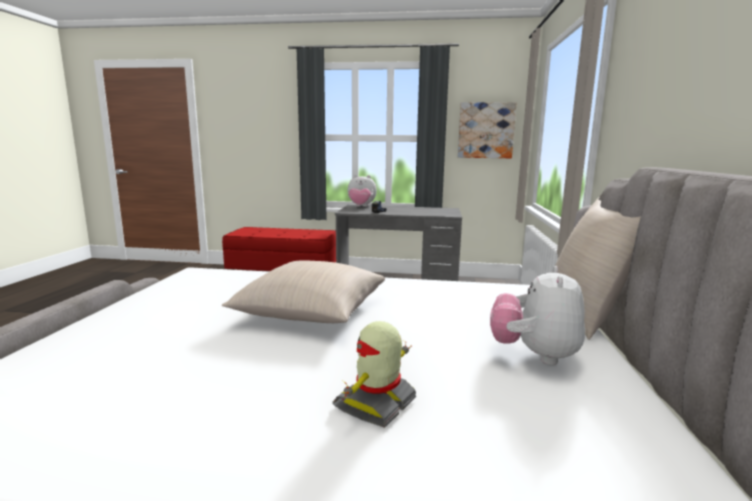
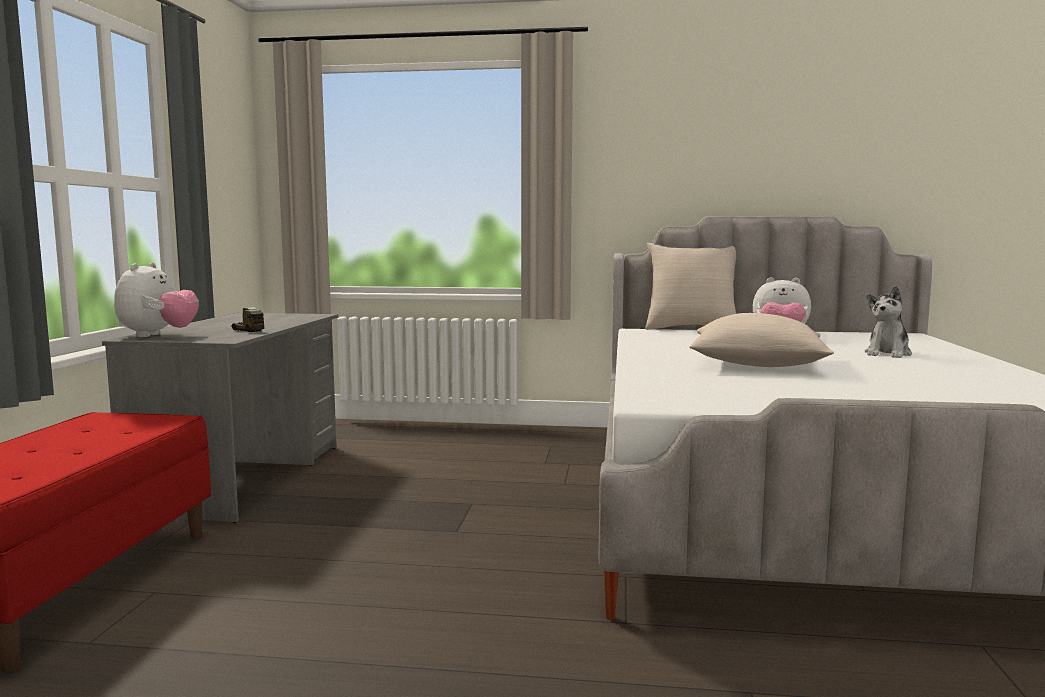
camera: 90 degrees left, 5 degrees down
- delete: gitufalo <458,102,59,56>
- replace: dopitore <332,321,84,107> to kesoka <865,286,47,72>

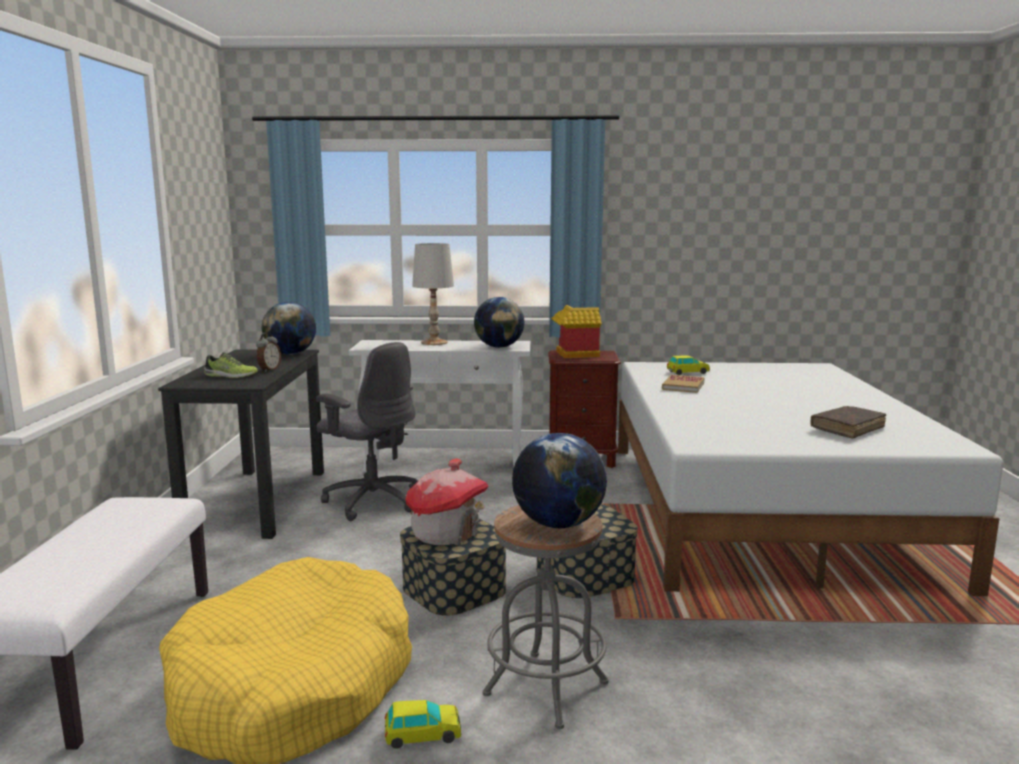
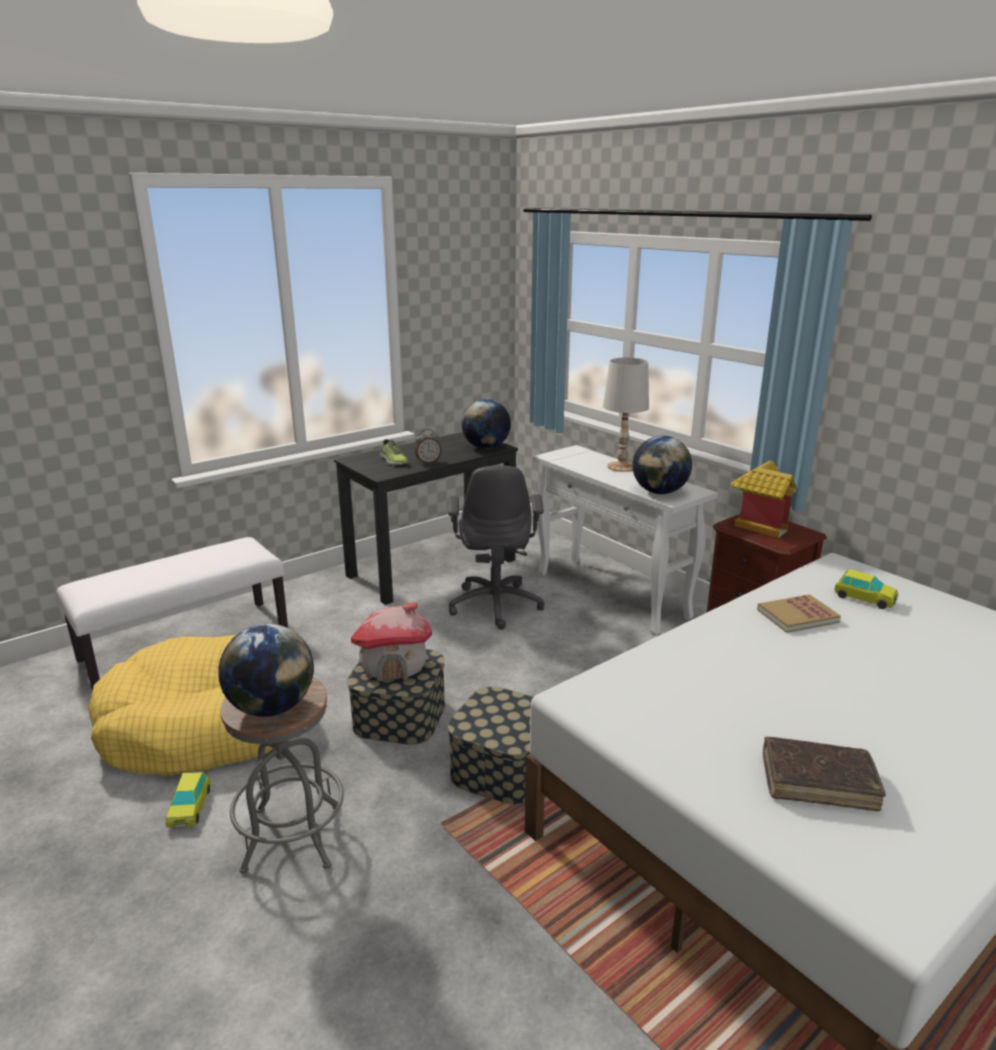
camera: 50 degrees right, 10 degrees up
- rotate: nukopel <385,700,76,49> = <165,772,45,55> 45 degrees clockwise

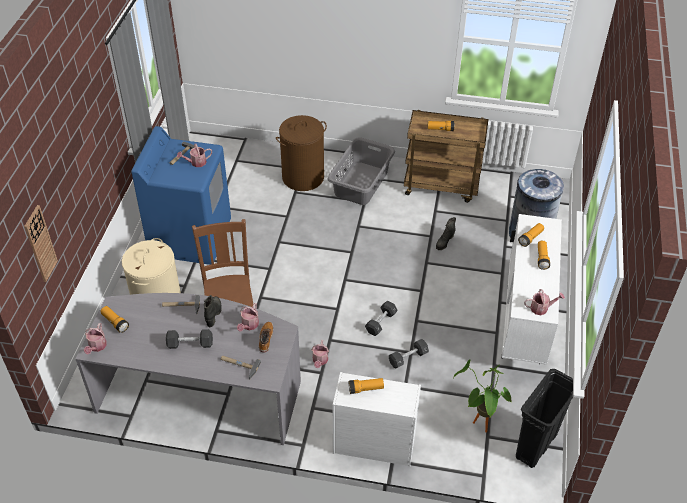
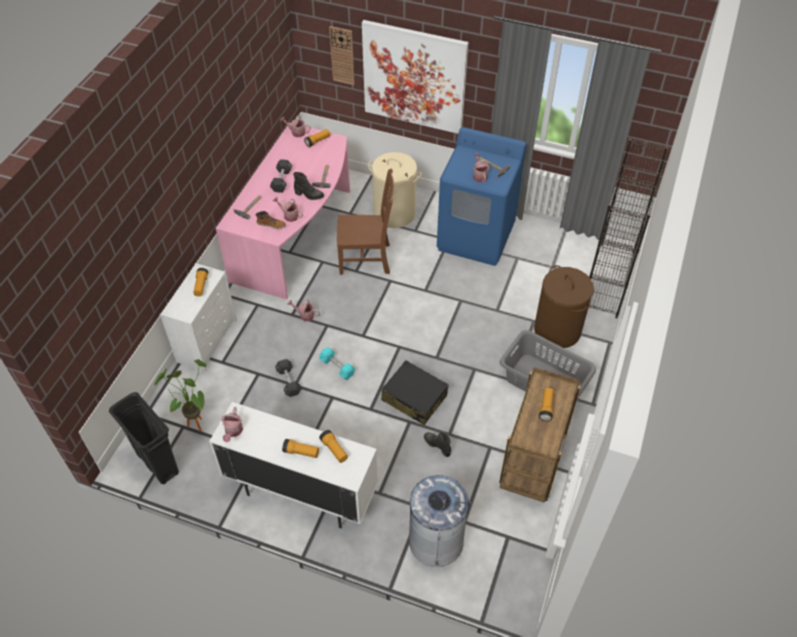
camera: 100 degrees right, 5 degrees up
- insert: gitufalo <362,20,107,114>
- insert: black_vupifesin <381,360,68,65>
- insert: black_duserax <589,139,79,179>
- recolor: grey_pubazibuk <76,293,225,152> to pink_pubazibuk <215,122,135,177>
- recolor: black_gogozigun <365,301,33,35> to turquoise_gogozigun <319,347,36,33>

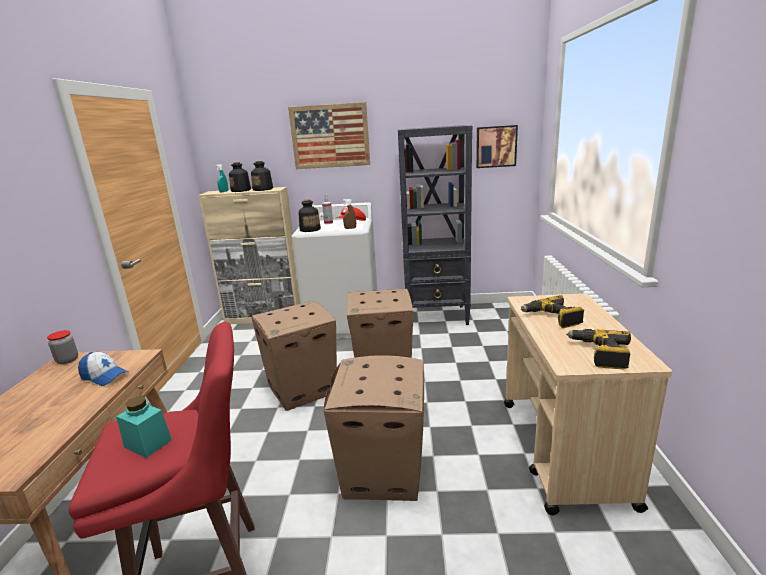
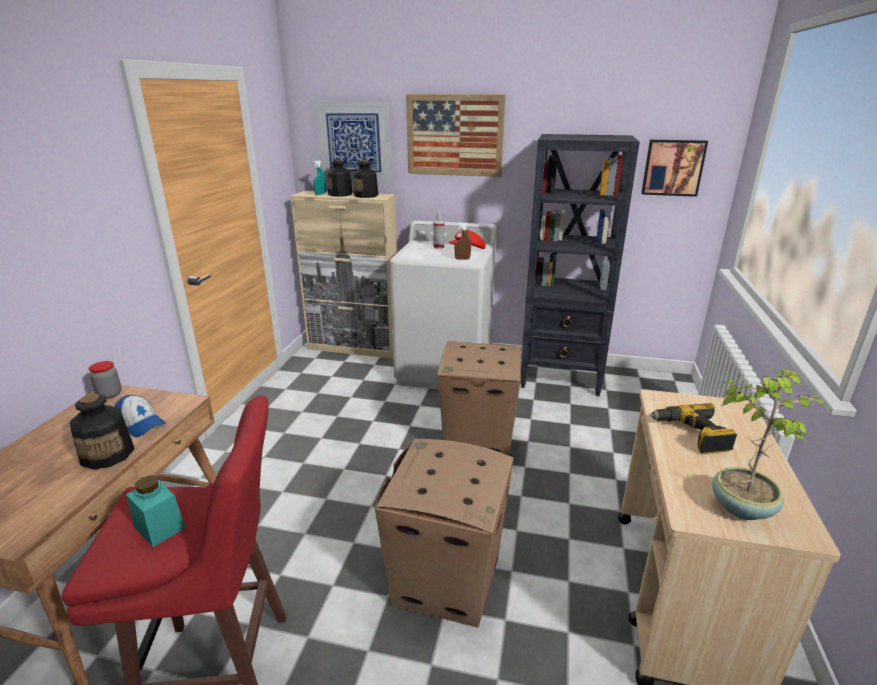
camera: 10 degrees right, 5 degrees up
- delete: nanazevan <251,301,86,110>
- insert: gitufalo <314,101,78,82>
- move: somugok <298,199,23,33> to <70,393,65,76>
- replace: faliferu <566,329,65,40> to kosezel <712,369,113,151>

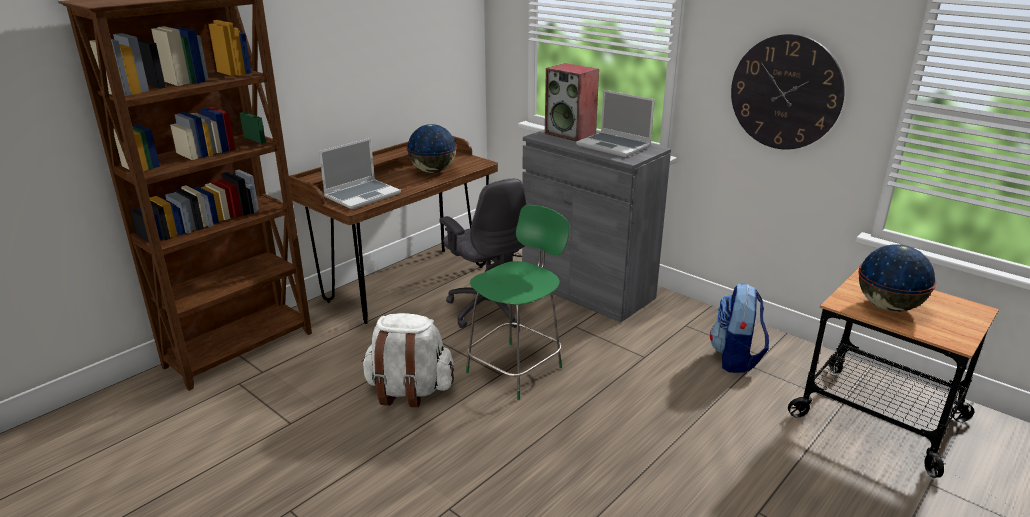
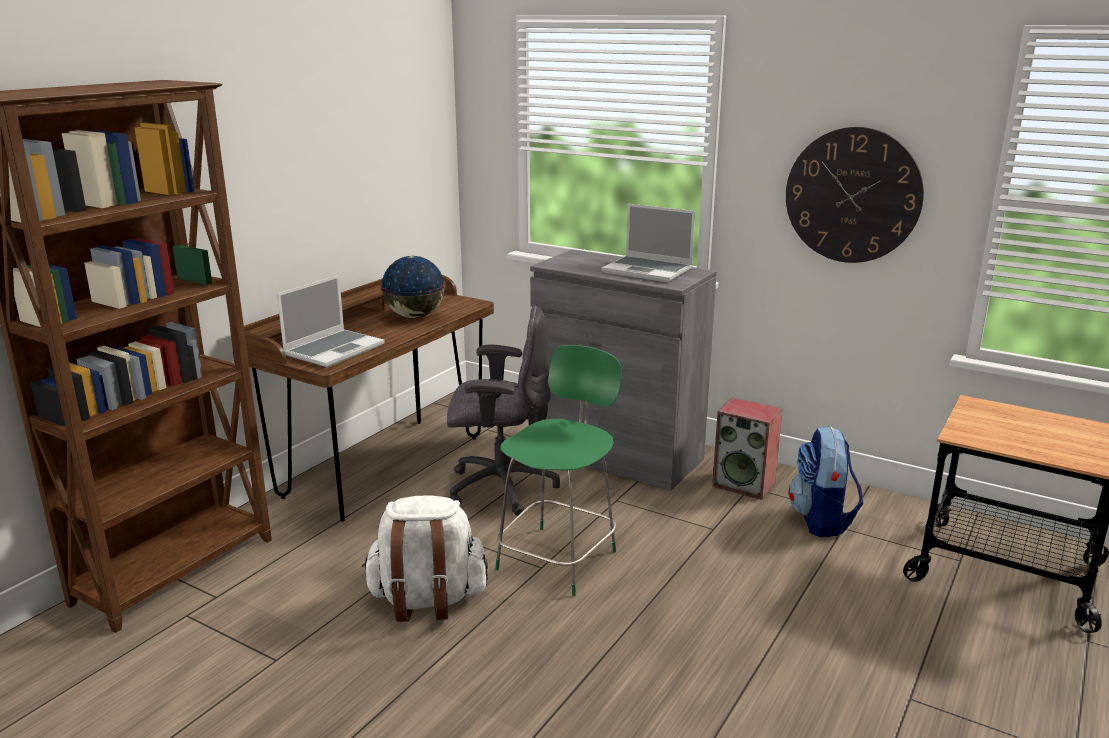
camera: 10 degrees left, 5 degrees down
- delete: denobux <858,244,79,68>
- move: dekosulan <545,63,54,78> to <712,398,71,102>
- rotate: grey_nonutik <439,178,92,150> = <447,305,113,211> 45 degrees counterclockwise

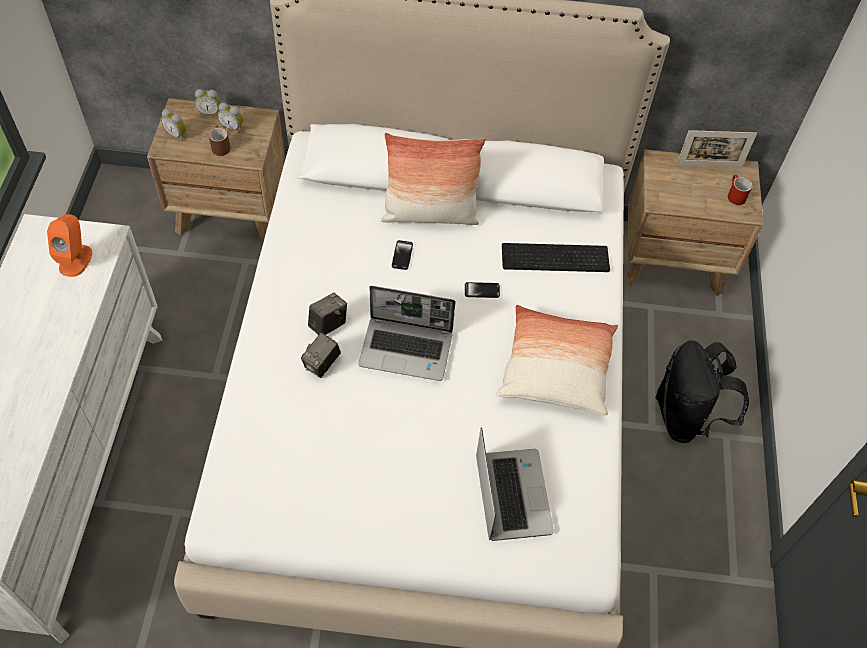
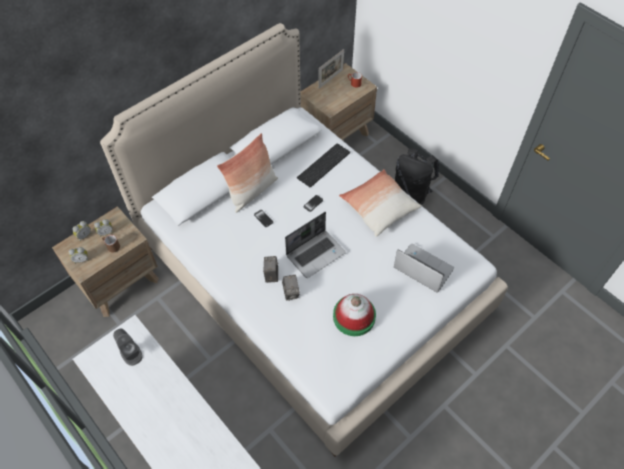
camera: 45 degrees left, 0 degrees up
- insert: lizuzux <333,294,43,42>
- recolor: orange_dekosulan <47,214,45,63> to grey_dekosulan <113,328,30,38>

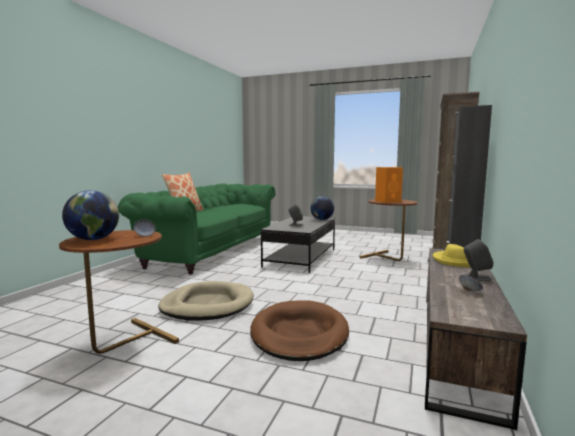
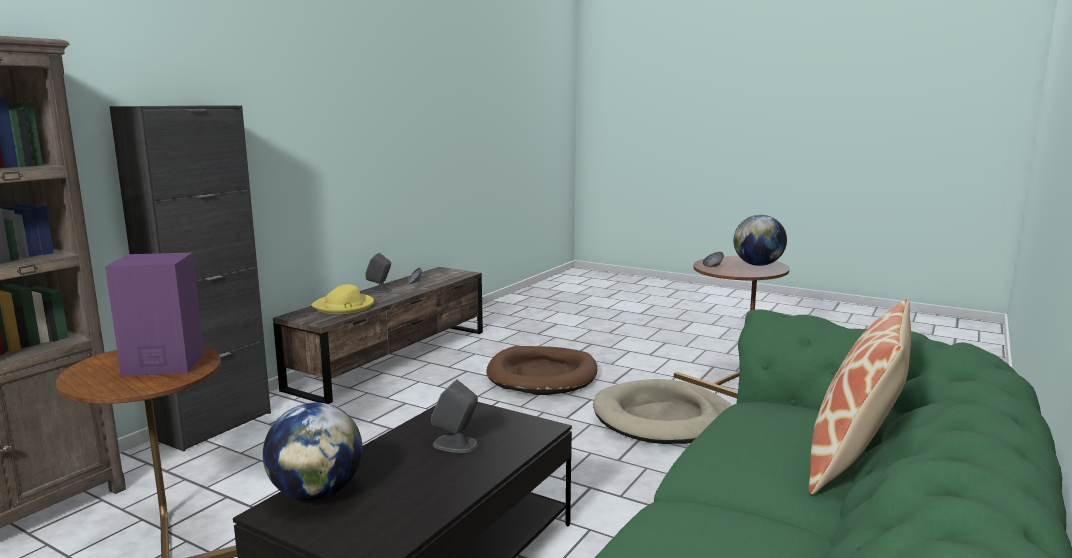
camera: 170 degrees left, 5 degrees up
- recolor: orange_dekosulan <375,167,28,36> to purple_dekosulan <105,253,99,123>

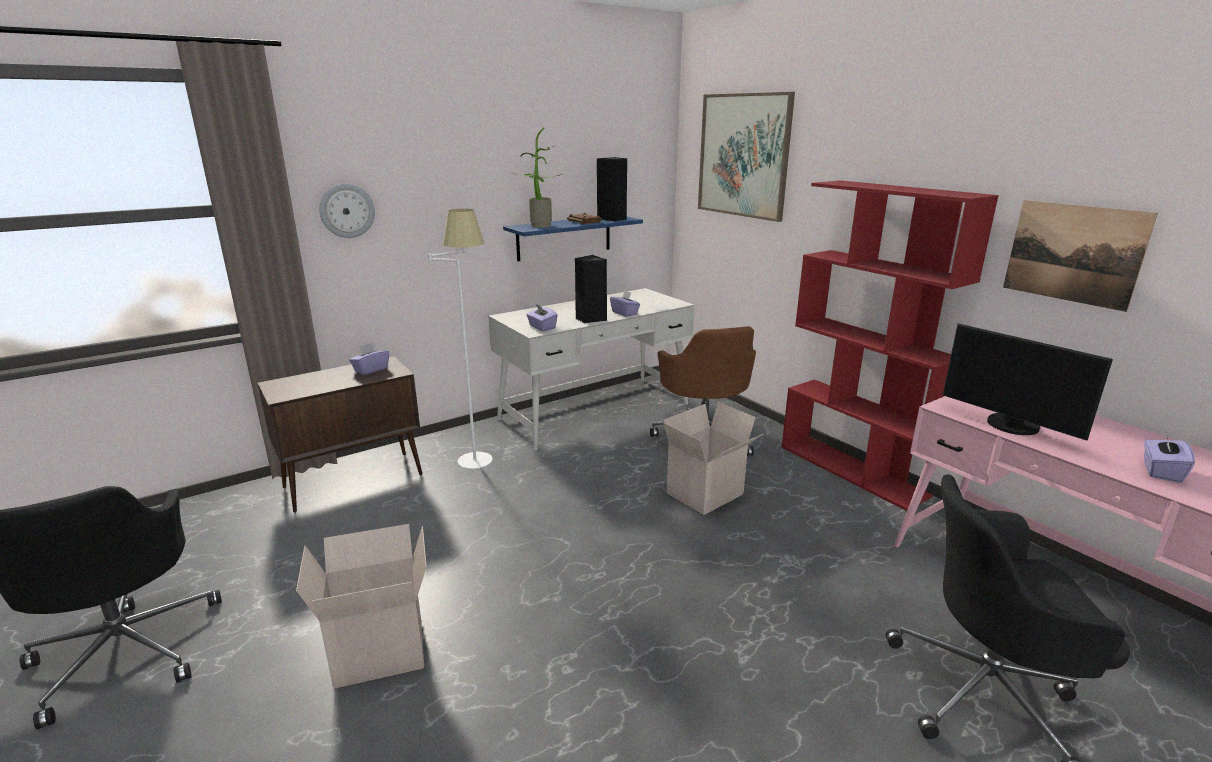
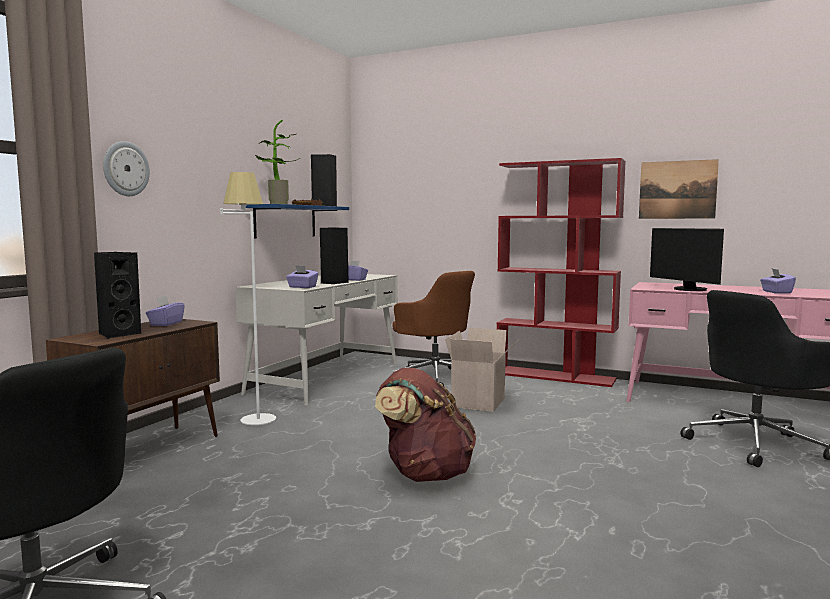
camera: 30 degrees left, 15 degrees down
- delete: nanazevan <296,524,131,165>
- delete: gitufalo <698,92,97,130>
- insert: black_dekosulan <94,252,48,86>
- insert: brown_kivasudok <375,368,101,114>
- rotate: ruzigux <943,323,170,118> = <650,228,74,63> 45 degrees clockwise

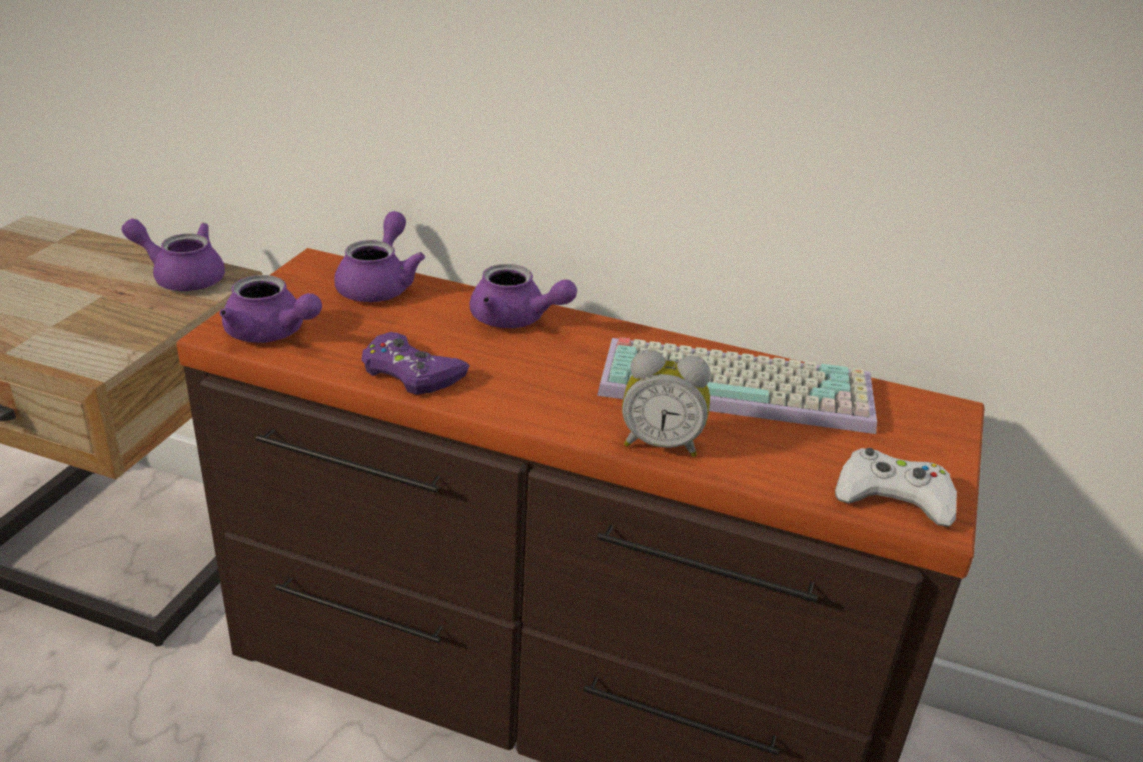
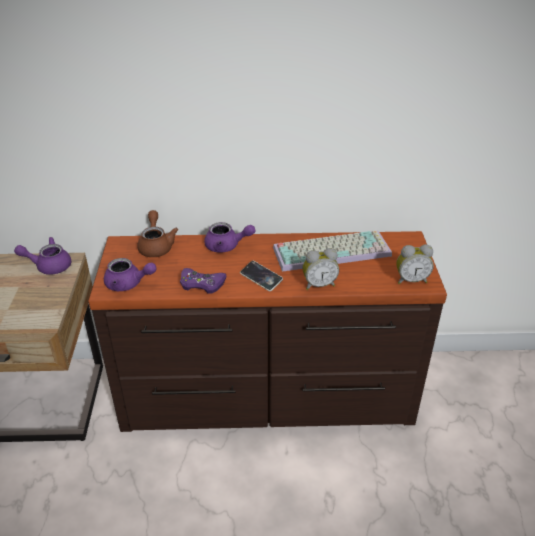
camera: 20 degrees left, 5 degrees up
- insert: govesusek <240,261,43,30>
- replace: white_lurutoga <835,448,122,79> to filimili <396,244,38,40>
- recolor: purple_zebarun <334,211,91,91> to brown_zebarun <137,210,41,47>

